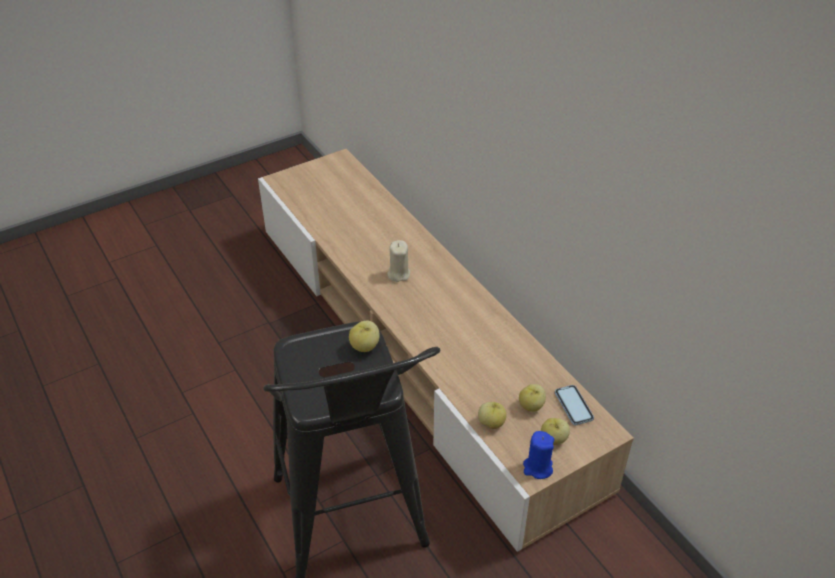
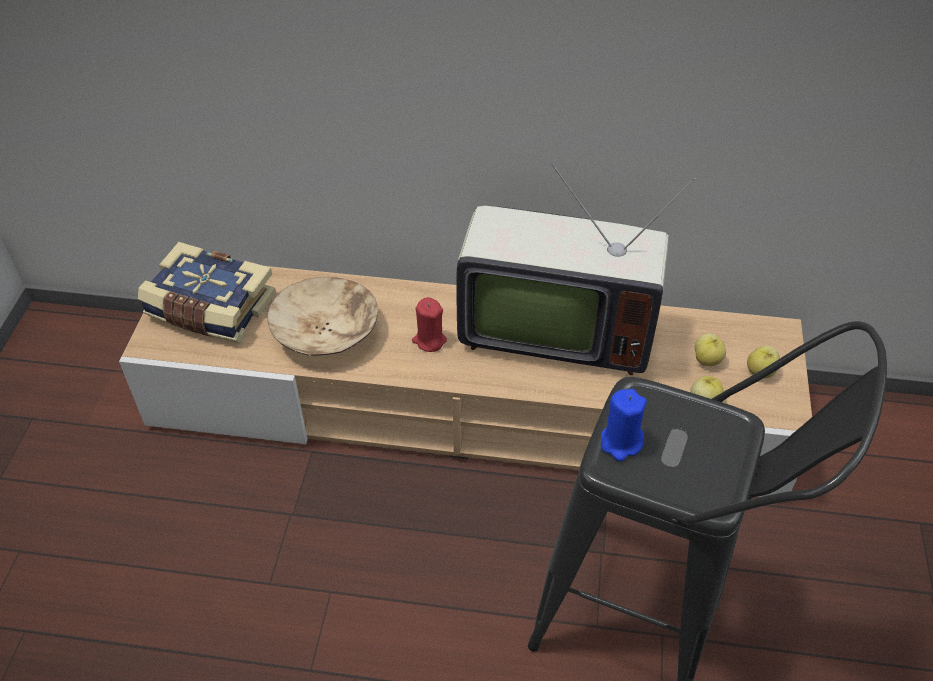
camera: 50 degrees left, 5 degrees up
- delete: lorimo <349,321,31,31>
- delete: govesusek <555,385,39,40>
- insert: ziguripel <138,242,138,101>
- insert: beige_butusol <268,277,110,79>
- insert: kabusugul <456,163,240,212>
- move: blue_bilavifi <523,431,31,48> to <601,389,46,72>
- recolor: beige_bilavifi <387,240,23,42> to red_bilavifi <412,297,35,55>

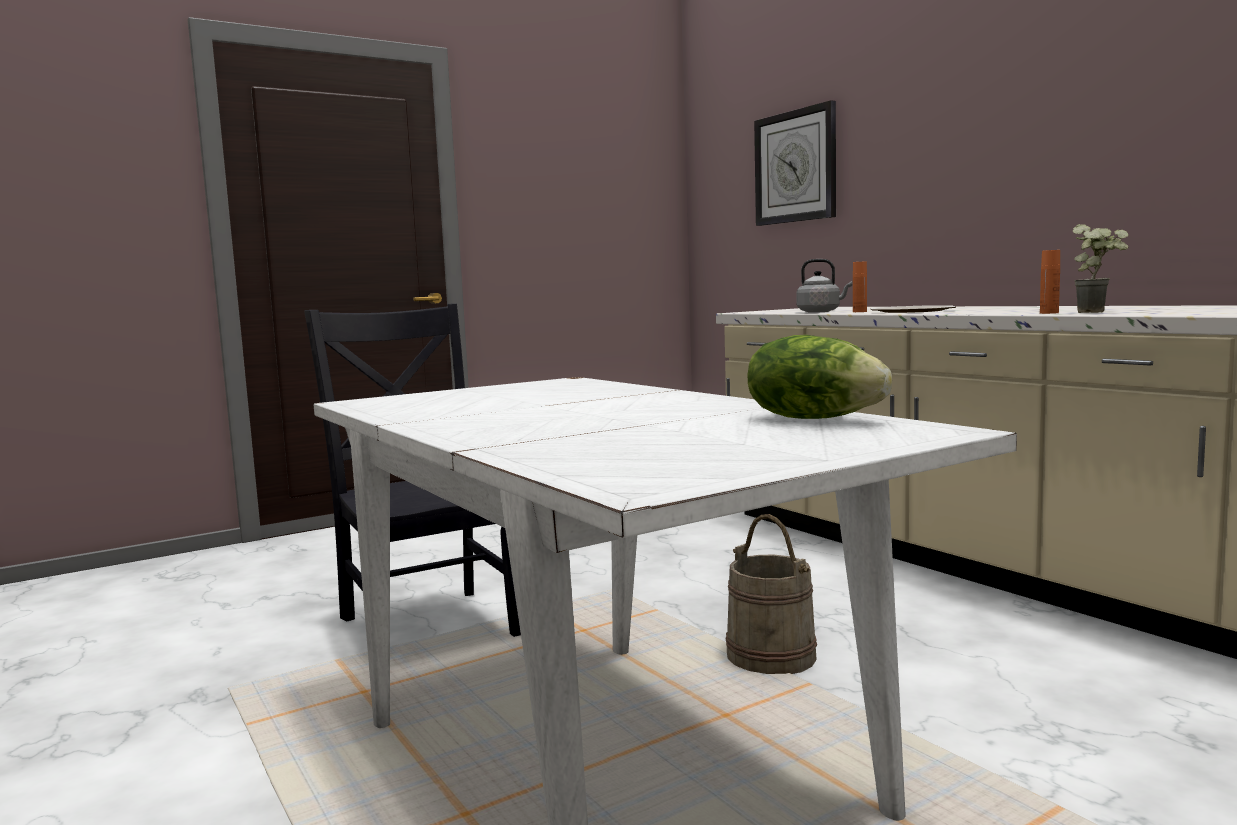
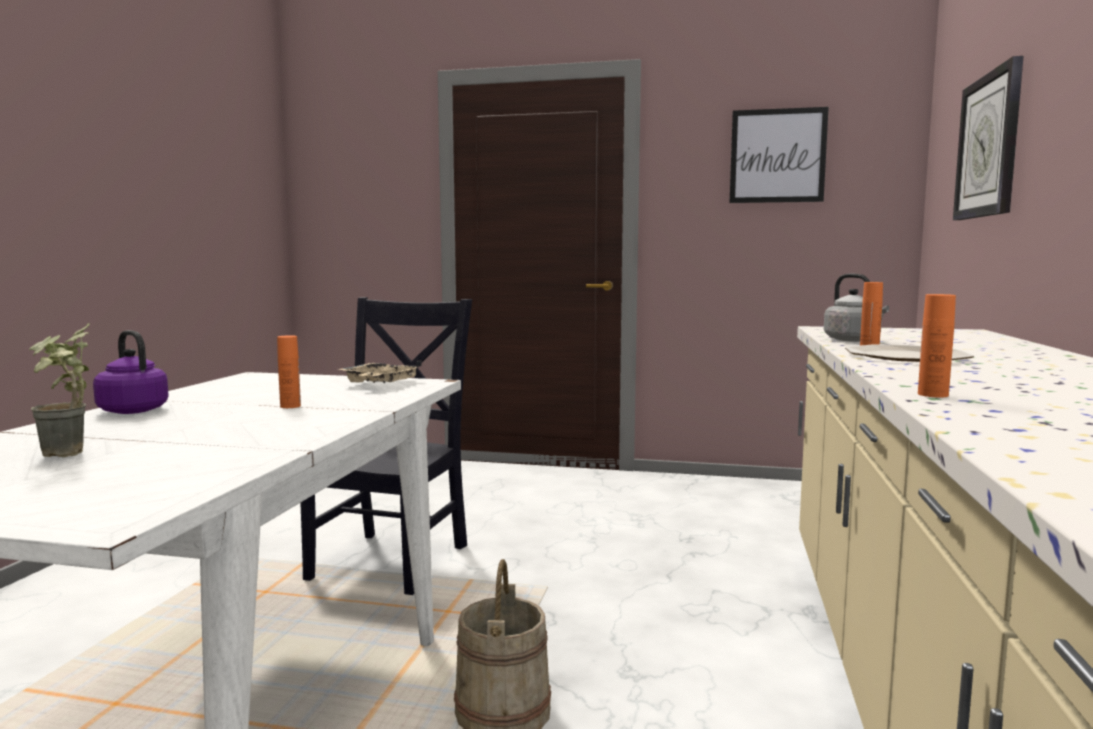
camera: 45 degrees right, 0 degrees up
- delete: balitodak <748,335,144,84>
- insert: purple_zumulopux <93,330,76,84>
- insert: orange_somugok <277,335,24,73>
- insert: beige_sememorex <338,361,84,22>
- insert: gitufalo <729,107,100,96>
- move: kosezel <1073,224,55,89> to <29,323,60,134>

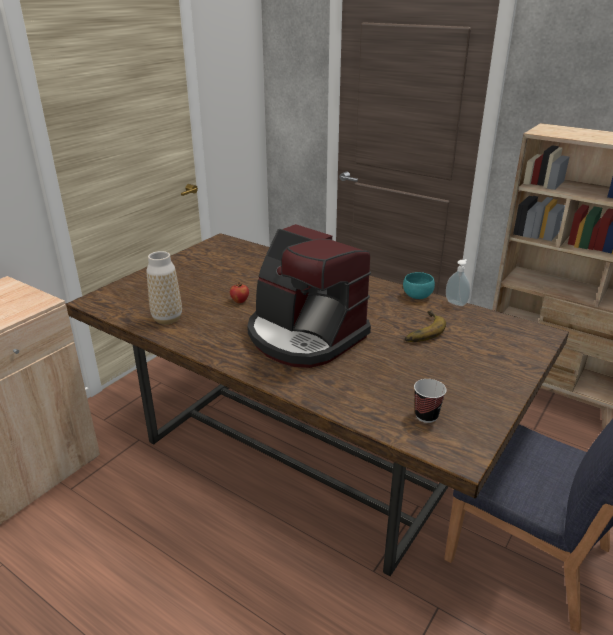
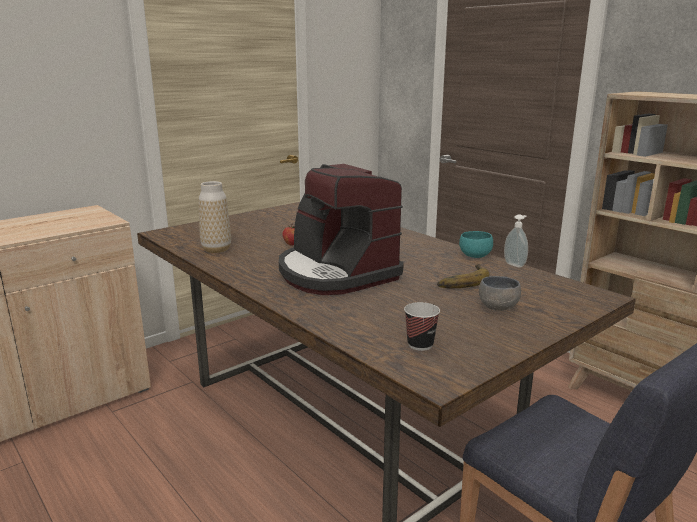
camera: 15 degrees right, 10 degrees down
- insert: grey_butusol <479,276,42,35>

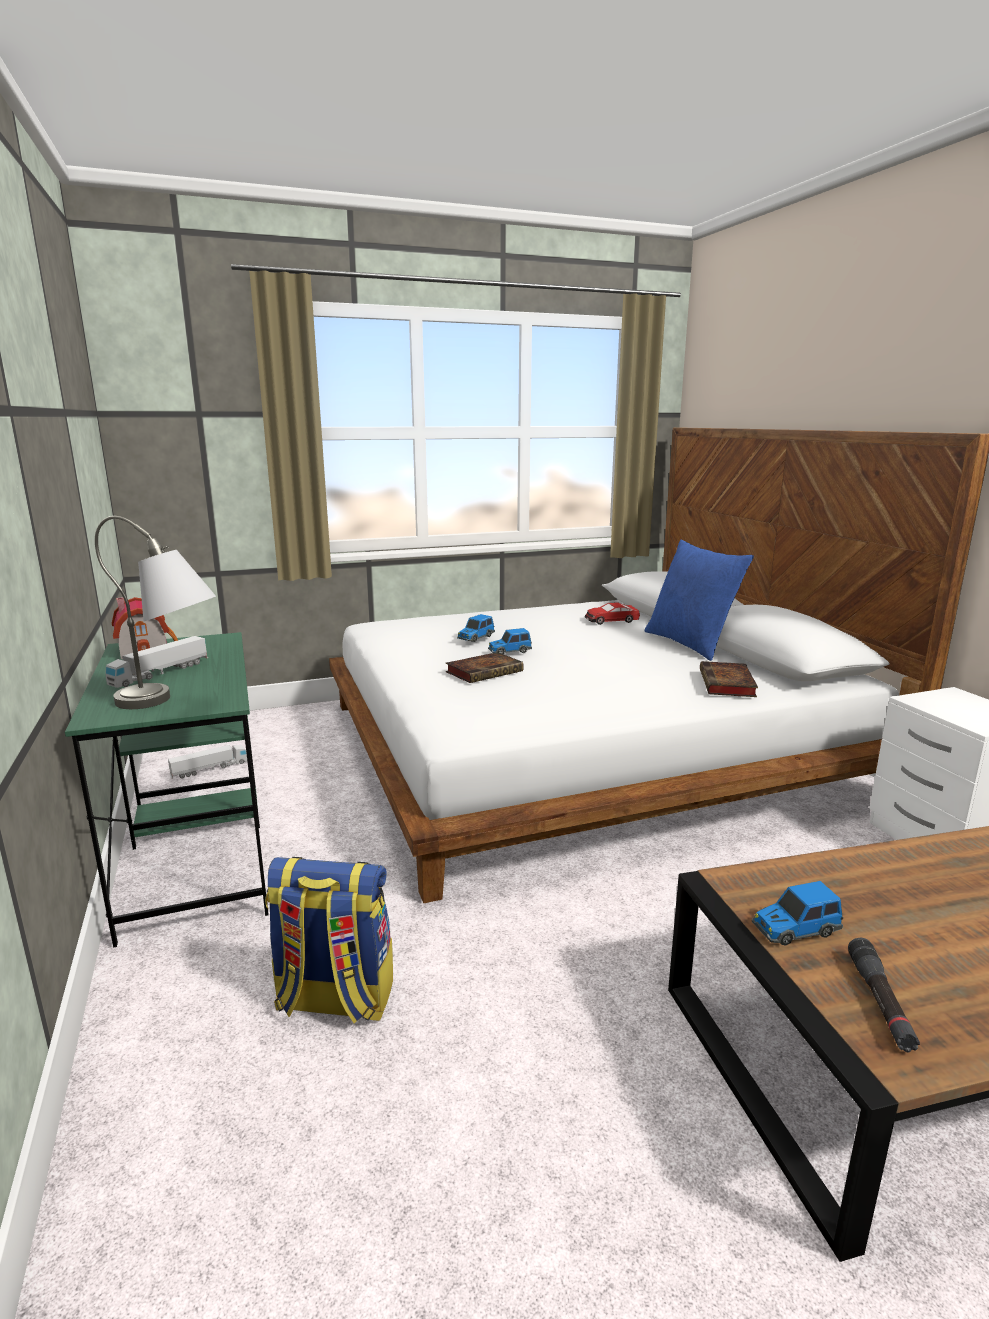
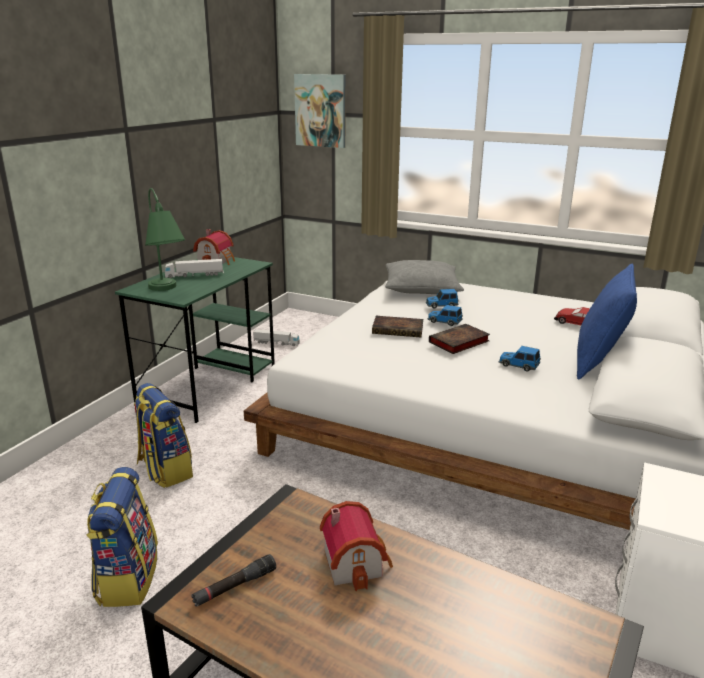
camera: 45 degrees right, 5 degrees up
- insert: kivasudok <86,467,72,140>
- insert: gitufalo <294,74,51,74>
- insert: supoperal <320,501,73,90>
- insert: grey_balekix <385,260,79,34>
- move: ziguripel <700,661,58,36> to <429,324,61,30>
- move: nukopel <752,881,91,65> to <499,346,42,26>
- recolor: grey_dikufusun <95,516,121,193> to green_dikufusun <145,188,40,103>

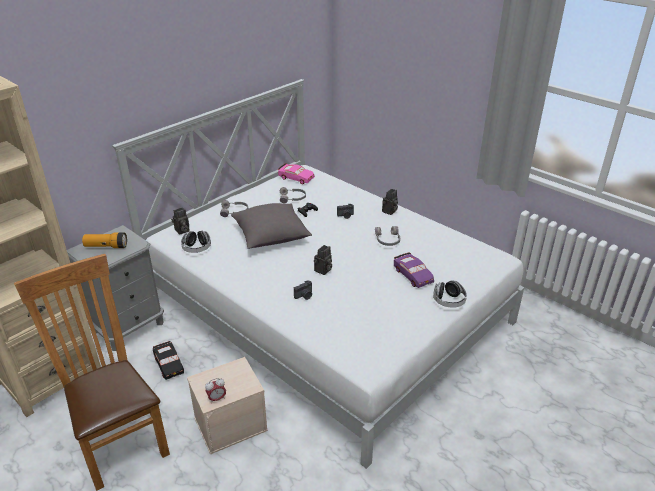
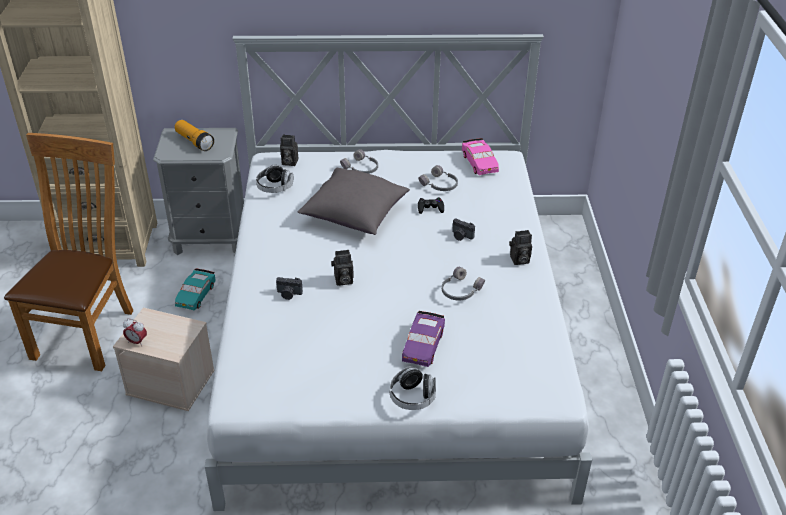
camera: 45 degrees right, 5 degrees up
- recolor: black_nukopel <153,341,31,39> to turquoise_nukopel <175,268,41,42>

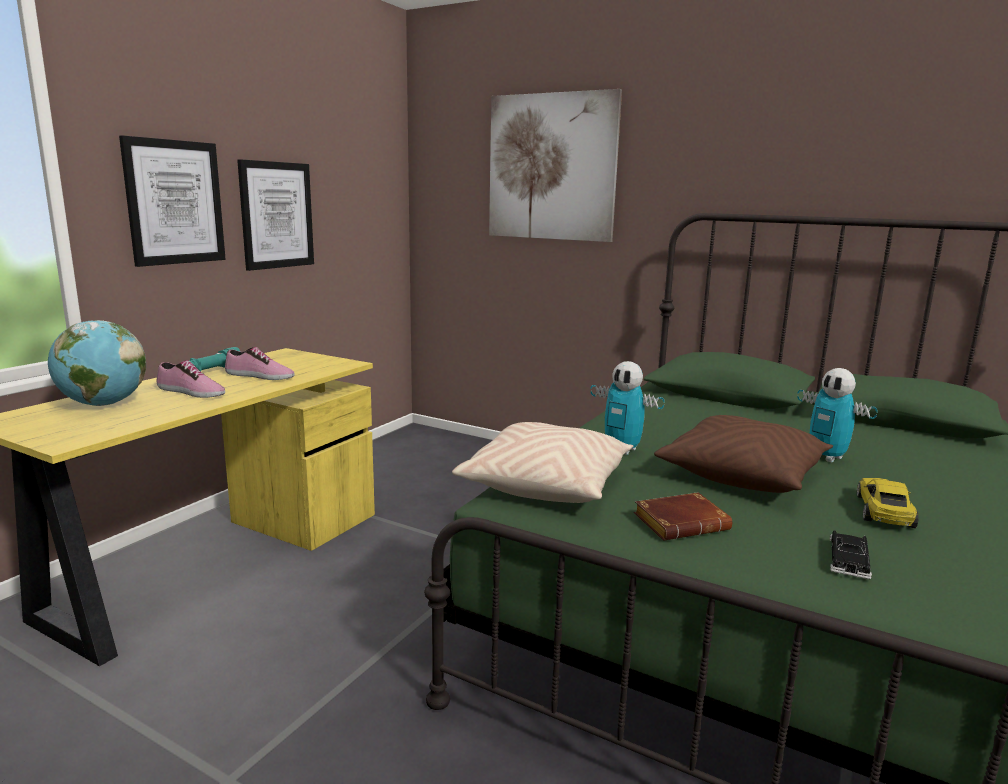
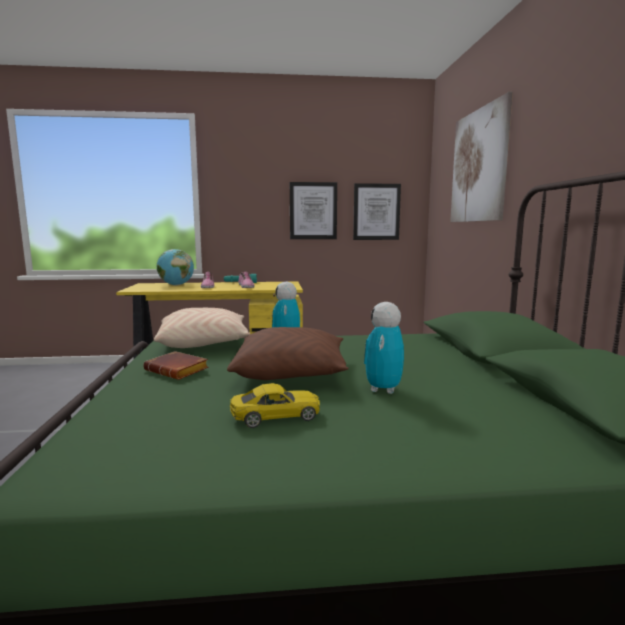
camera: 55 degrees right, 5 degrees down
- delete: black_nukopel <829,530,43,49>
- move: gitufalo <119,135,107,132> to <353,183,48,57>

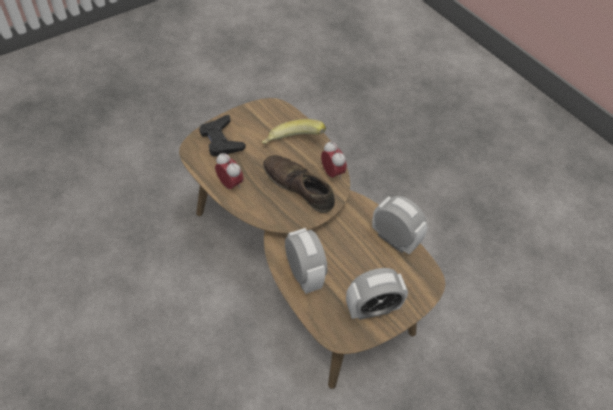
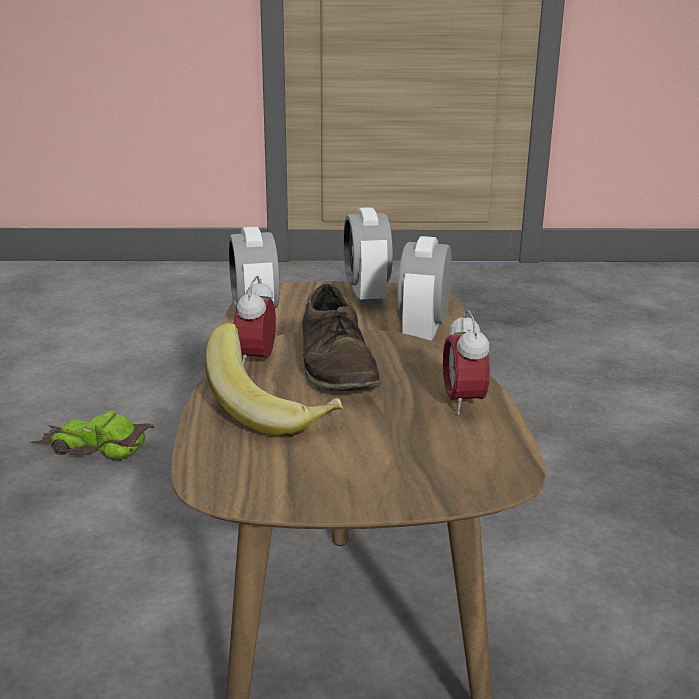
camera: 140 degrees left, 30 degrees down
- delete: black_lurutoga <200,115,46,42>
- insert: nukopel <30,410,124,51>
- rotate: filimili <346,268,62,52> = <343,207,50,99> 120 degrees counterclockwise

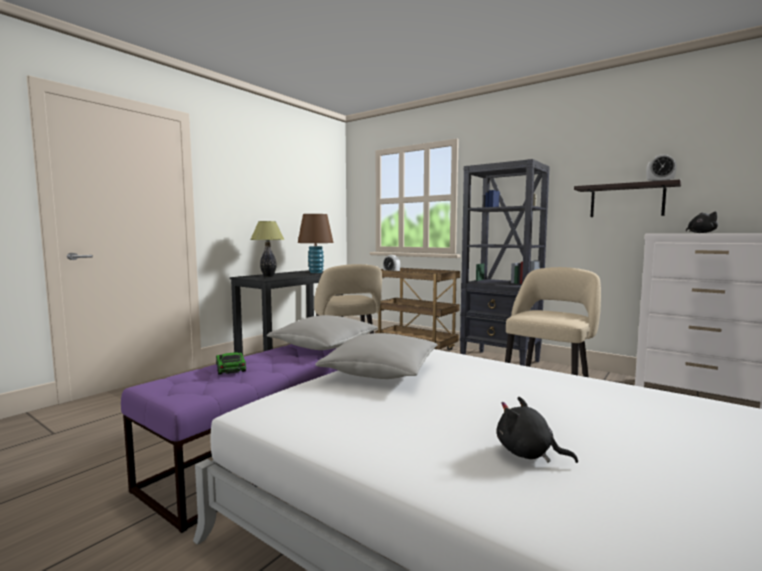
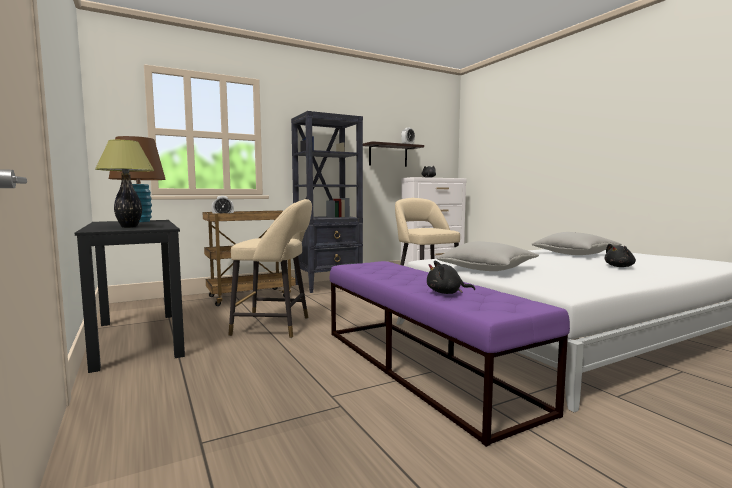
camera: 65 degrees left, 0 degrees up
- move: grey_balekix <267,315,111,35> to <532,232,90,23>
- replace: nukopel <216,353,30,22> to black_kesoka <427,261,48,33>

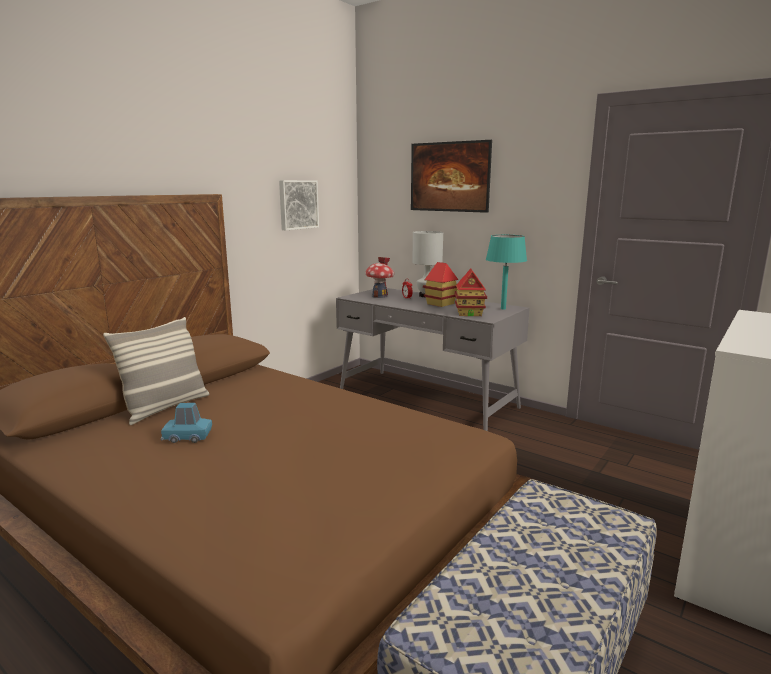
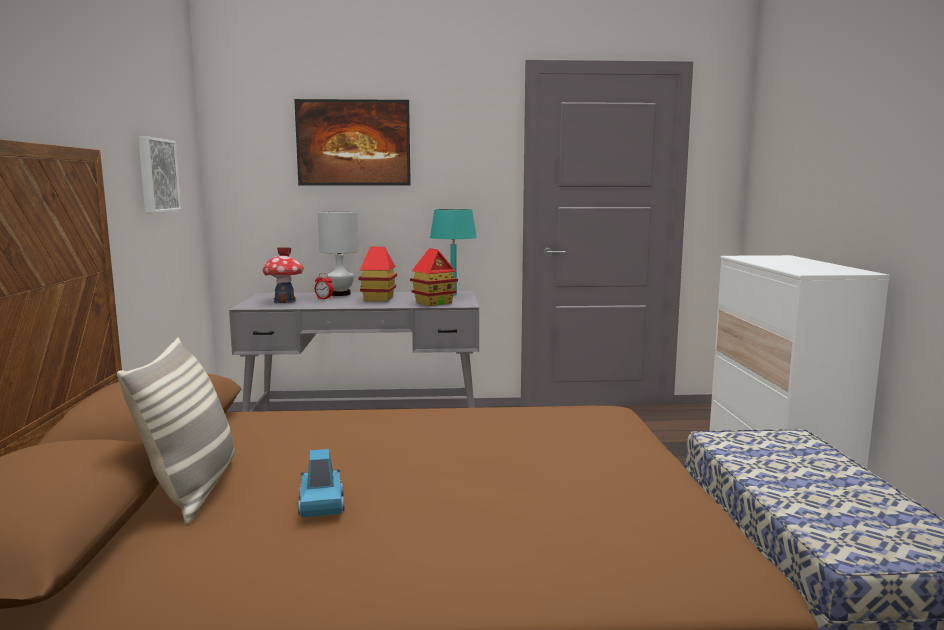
camera: 40 degrees left, 5 degrees down
- rotate: blue_nukopel <161,403,51,40> = <298,449,47,69> 120 degrees clockwise

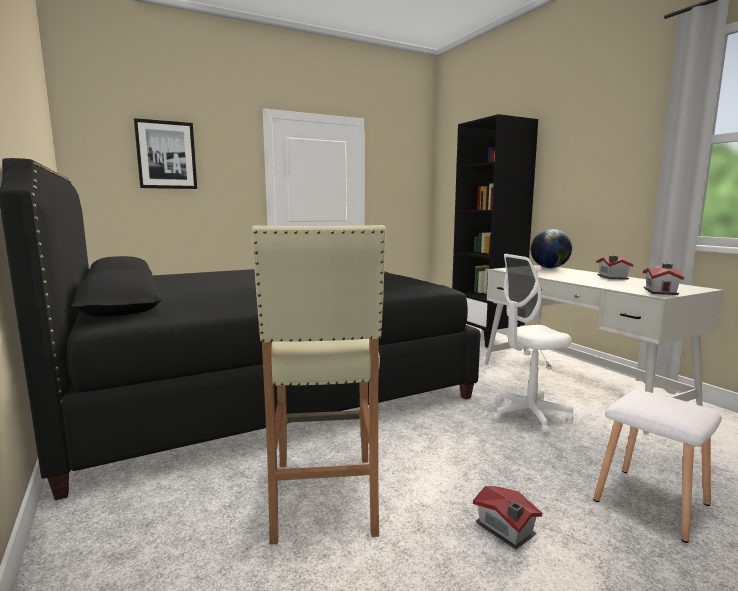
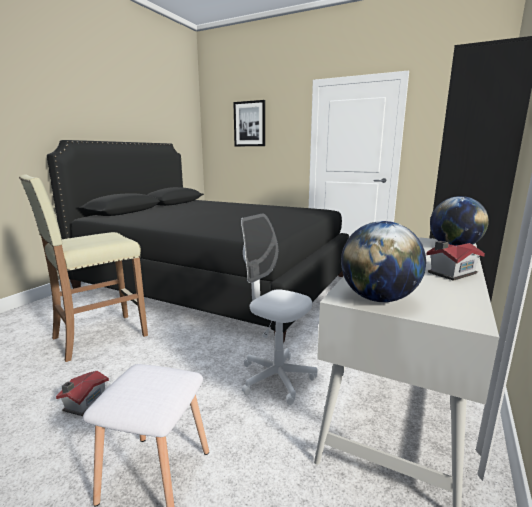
camera: 55 degrees right, 5 degrees up
- replace: supoperal <643,263,41,32> to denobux <341,221,85,81>

